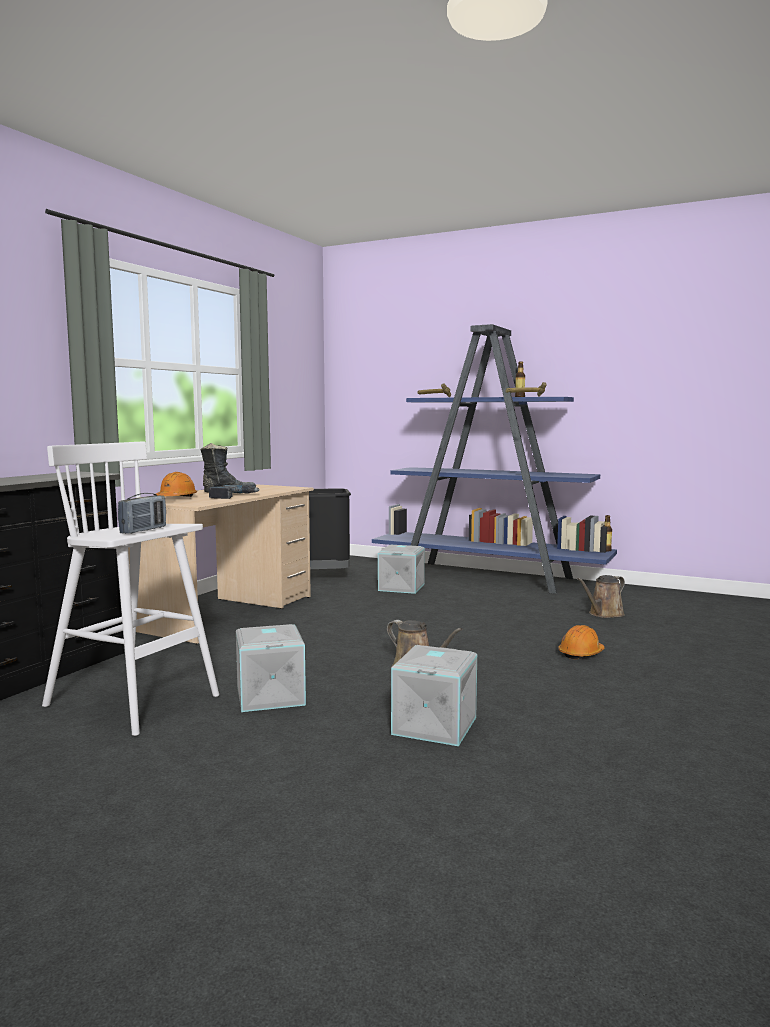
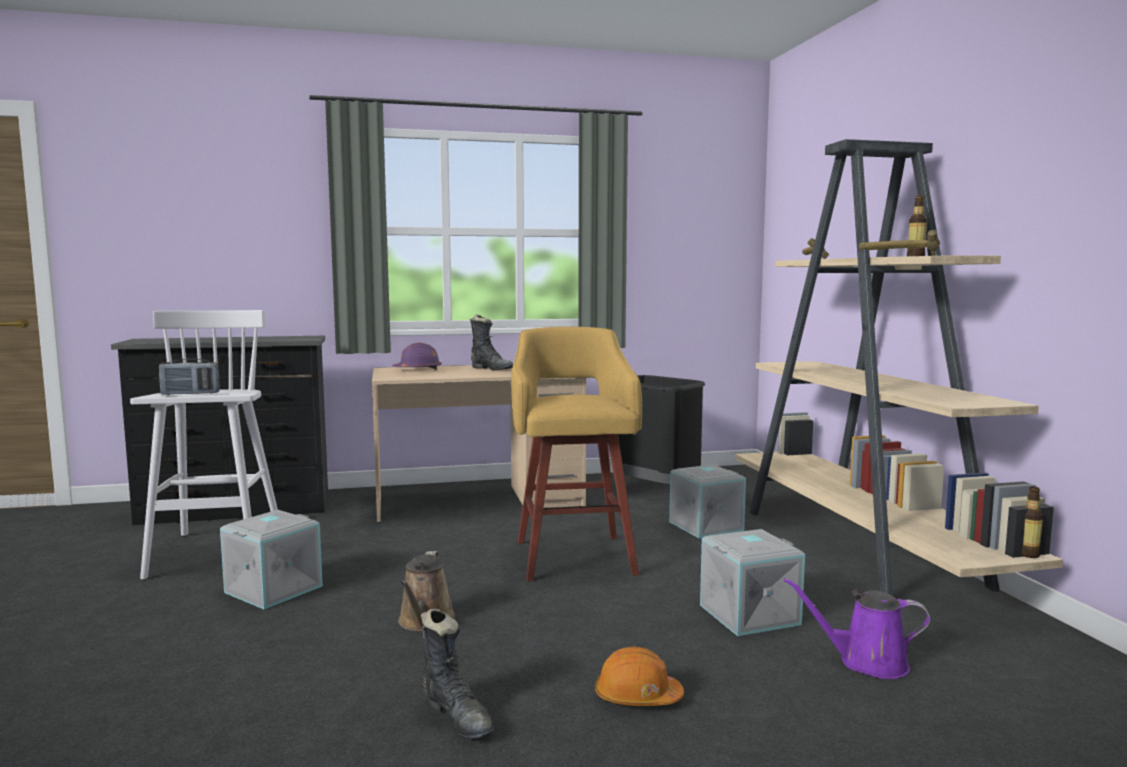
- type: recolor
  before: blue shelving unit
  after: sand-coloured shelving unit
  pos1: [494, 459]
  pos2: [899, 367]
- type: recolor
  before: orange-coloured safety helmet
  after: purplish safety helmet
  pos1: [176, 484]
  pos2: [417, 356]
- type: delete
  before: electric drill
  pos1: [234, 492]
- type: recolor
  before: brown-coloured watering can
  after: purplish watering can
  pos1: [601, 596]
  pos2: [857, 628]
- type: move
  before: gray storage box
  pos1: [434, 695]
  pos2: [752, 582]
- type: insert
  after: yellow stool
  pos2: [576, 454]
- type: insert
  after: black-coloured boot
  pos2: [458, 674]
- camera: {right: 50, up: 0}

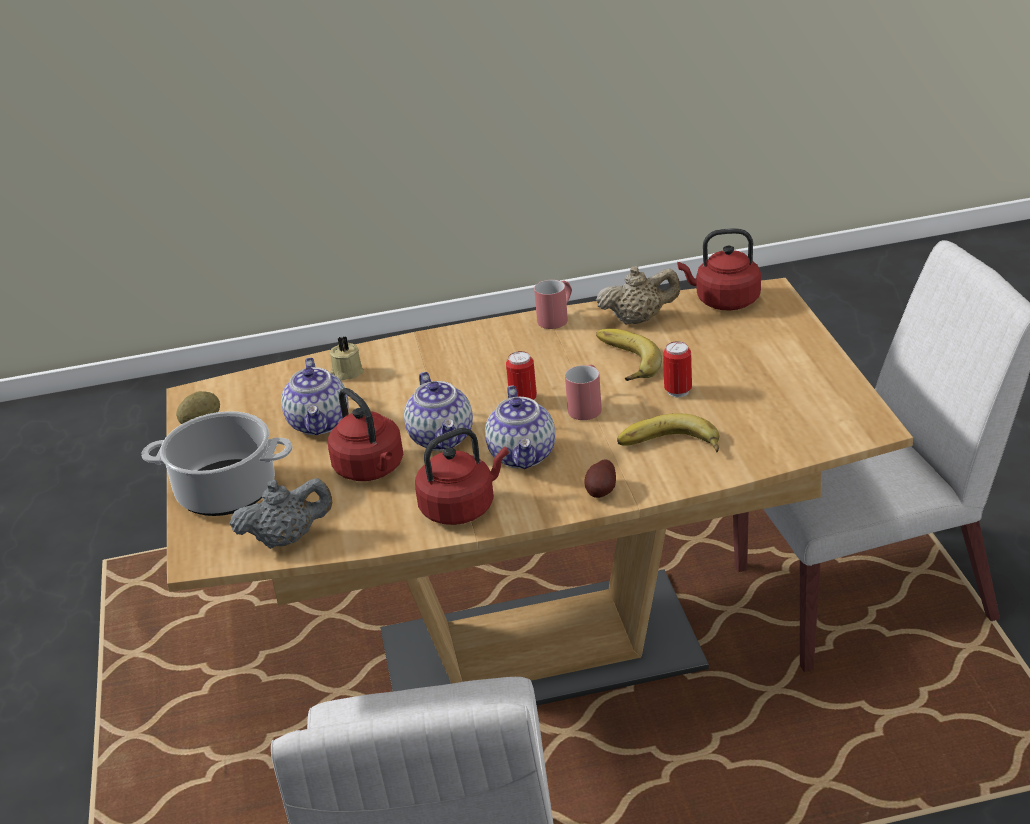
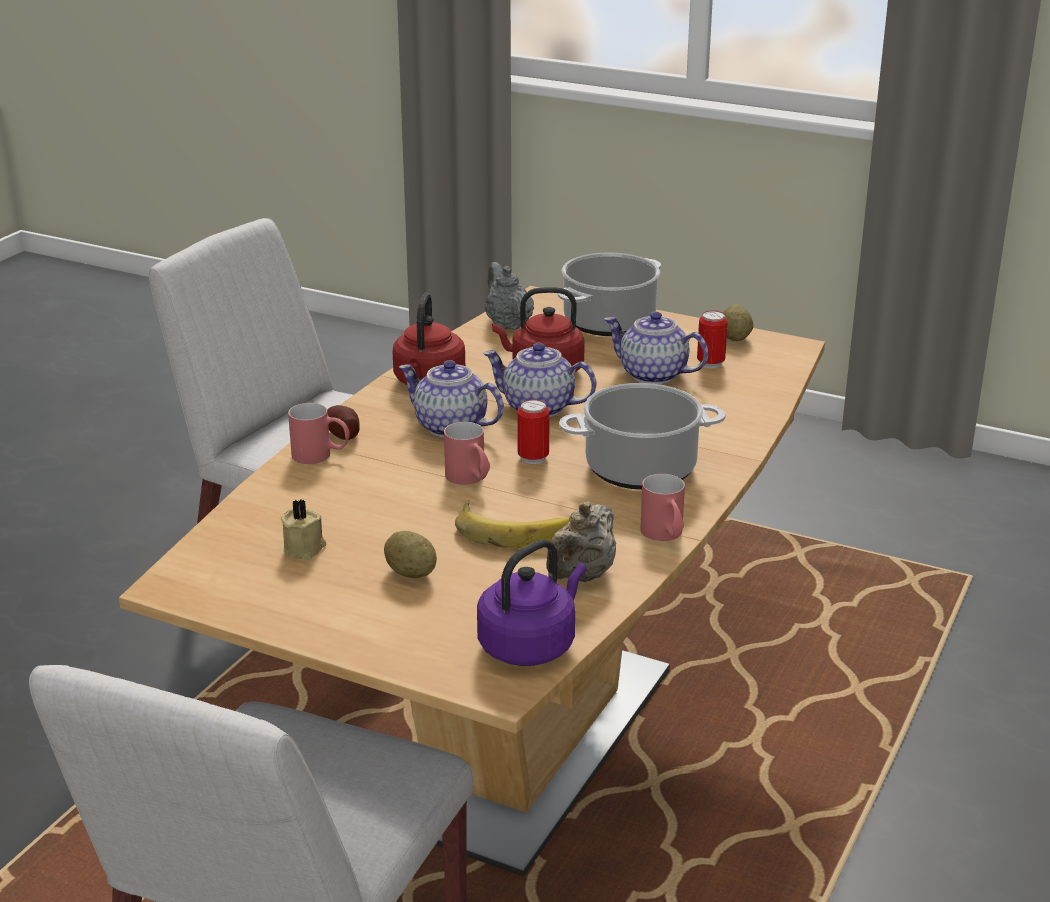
- type: recolor
  before: red tea kettle
  after: purplish tea kettle
  pos1: [719, 269]
  pos2: [532, 602]
- type: move
  before: sand-coloured wax light
  pos1: [347, 358]
  pos2: [304, 530]
- type: move
  before: can
  pos1: [677, 369]
  pos2: [712, 339]
- type: delete
  before: banana
  pos1: [668, 432]
- type: rotate
  before: gray teapot
  pos1: [280, 513]
  pos2: [509, 296]
  turn: 135
- type: insert
  after: cooking pot
  pos2: [642, 436]
- type: insert
  after: red tea mug
  pos2: [319, 433]
- type: insert
  after: spud
  pos2: [410, 554]
- camera: {right: 125, up: -5}

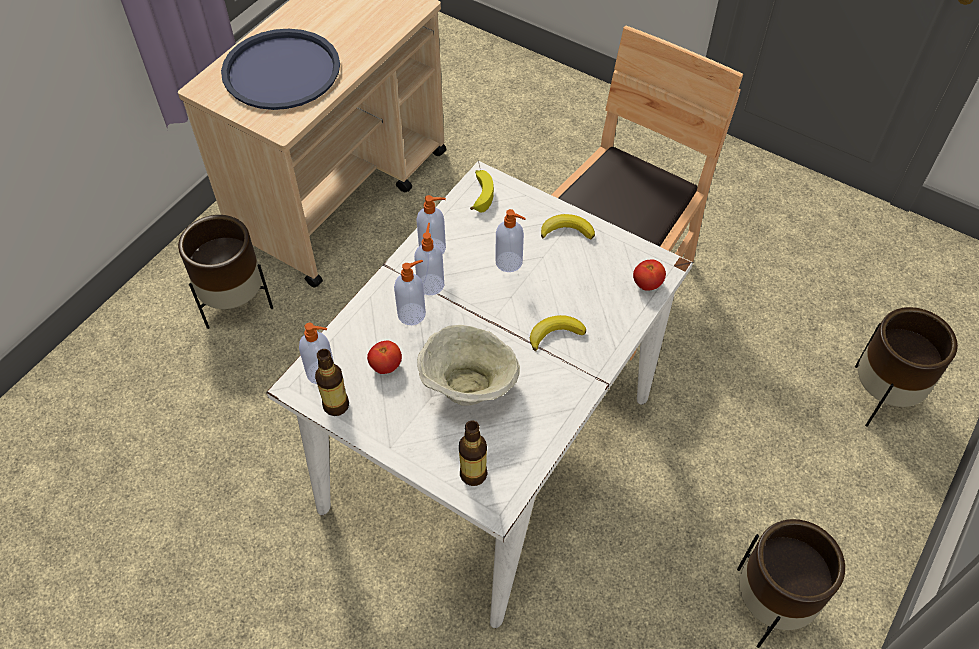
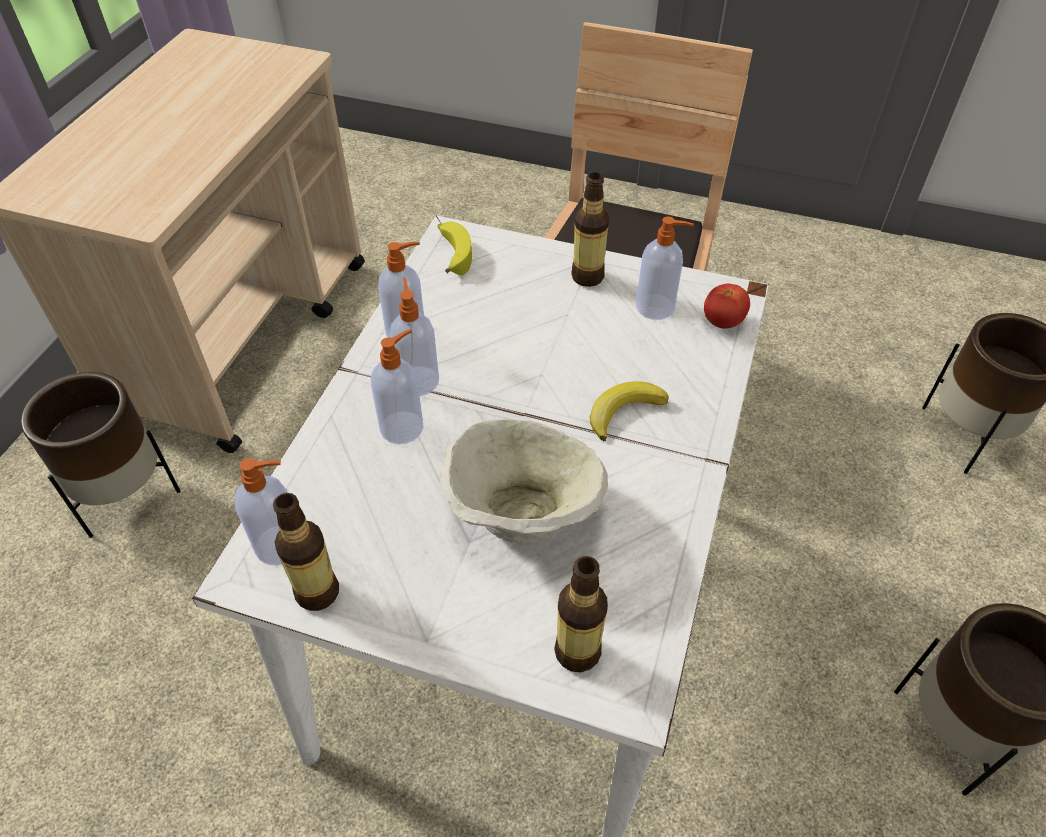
- type: delete
  before: blue serving tray
  pos1: [280, 69]
- type: move
  before: soap dispenser
  pos1: [511, 240]
  pos2: [665, 268]
- type: replace
  before: banana
  after: bottle
  pos1: [568, 227]
  pos2: [590, 229]
- type: delete
  before: fresh tomato
  pos1: [384, 357]
- camera: {right: -15, up: -5}

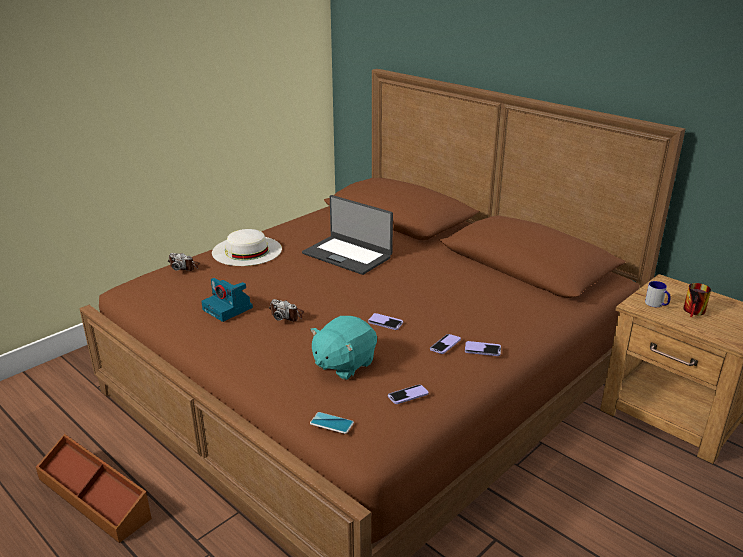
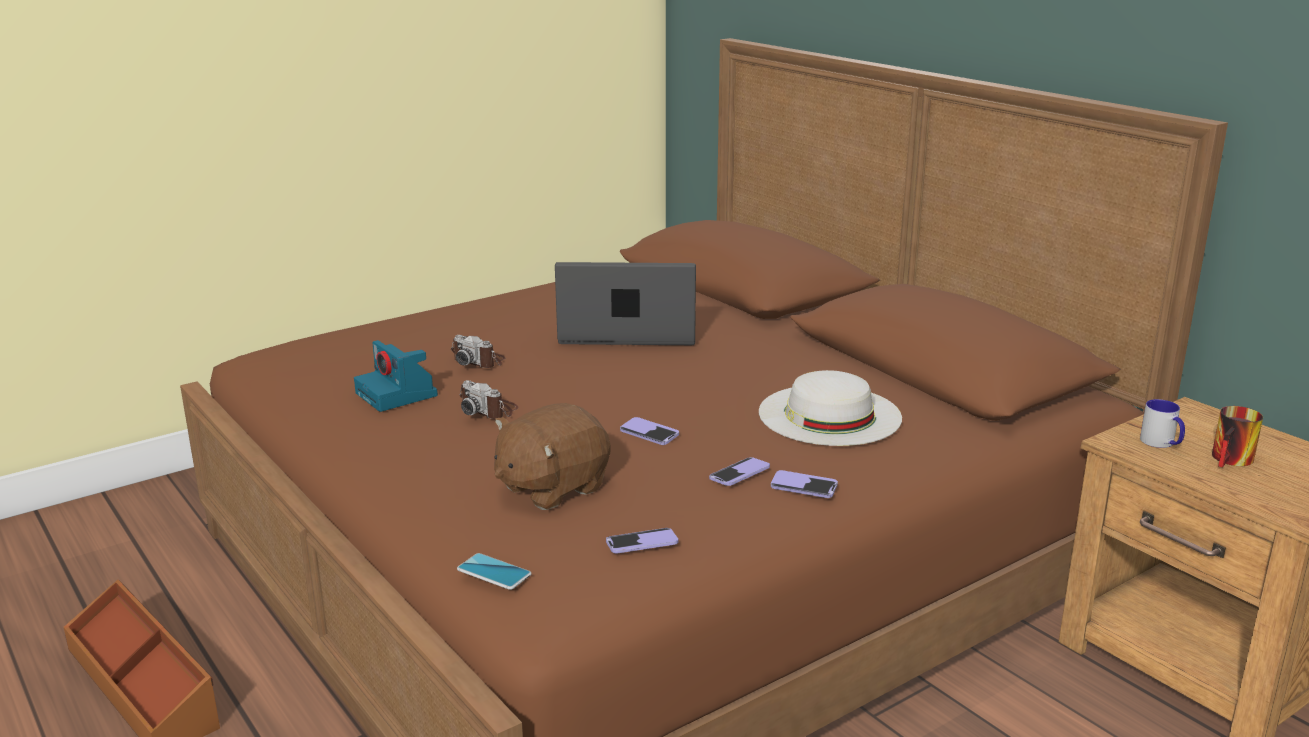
- type: rotate
  before: portable computer
  pos1: [347, 235]
  pos2: [625, 303]
  turn: 135
- type: move
  before: whitish wearable hat
  pos1: [247, 247]
  pos2: [830, 408]
- type: move
  before: photo camera
  pos1: [184, 262]
  pos2: [478, 351]
- type: recolor
  before: blue-green plush toy
  after: brown-coloured plush toy
  pos1: [343, 348]
  pos2: [552, 456]
- camera: {right: 10, up: -5}

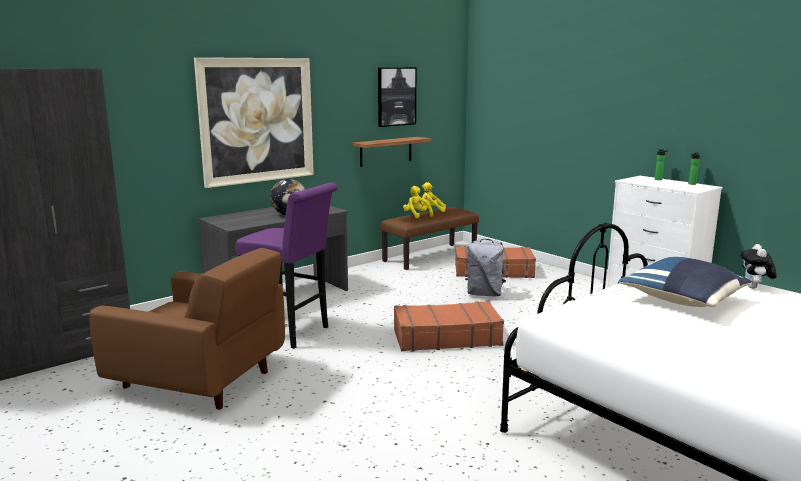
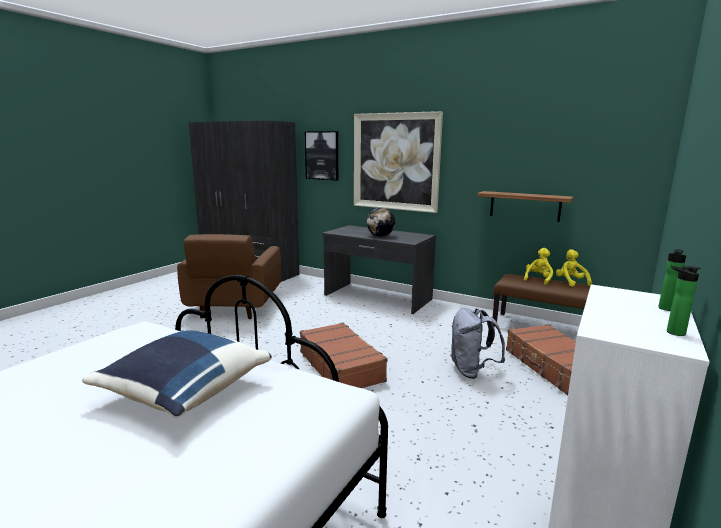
- type: move
  before: wall art
  pos1: [397, 97]
  pos2: [321, 155]
- type: delete
  before: purplish stool
  pos1: [287, 266]
- type: delete
  before: plush toy
  pos1: [759, 266]
- camera: {right: 70, up: 0}

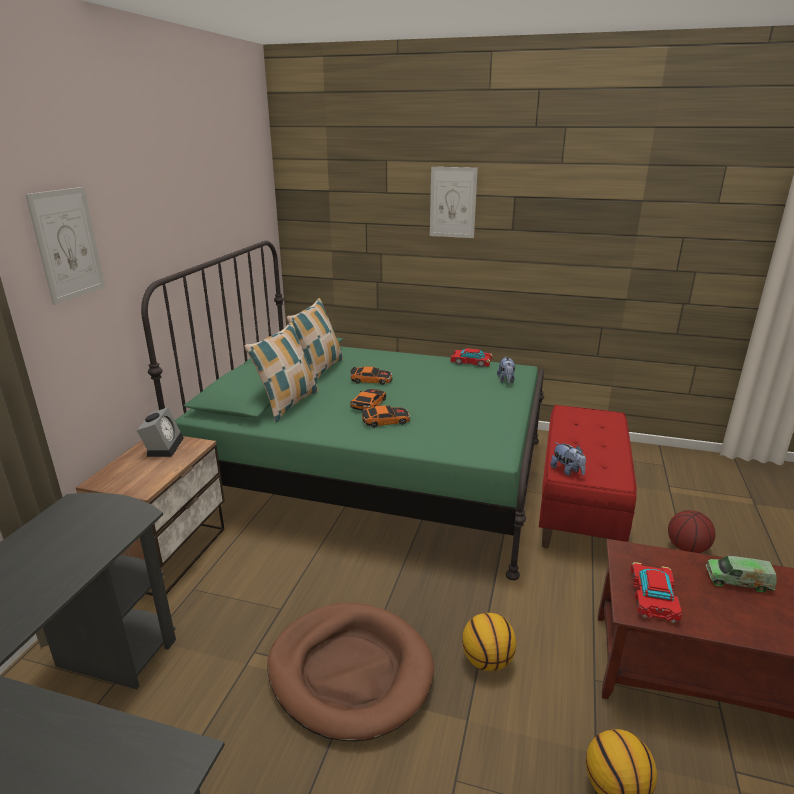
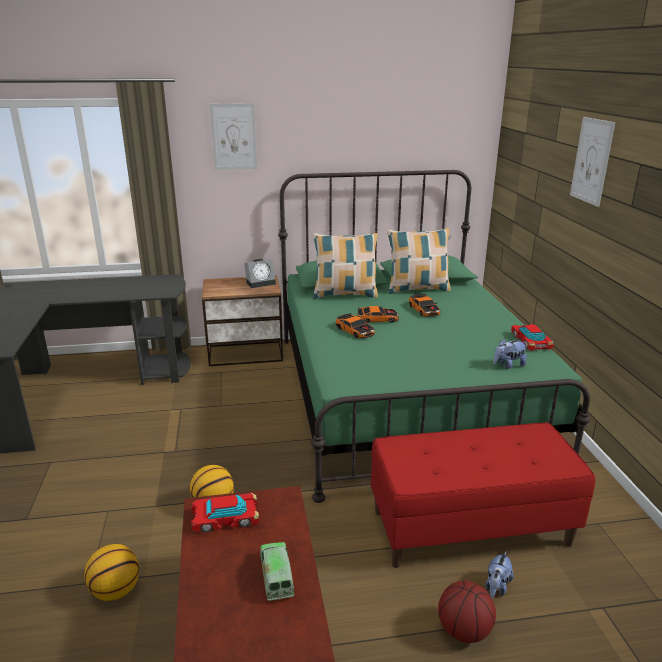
- type: move
  before: plush toy
  pos1: [568, 459]
  pos2: [499, 575]
- type: delete
  before: brown-coloured pet bed
  pos1: [350, 672]
- camera: {right: 65, up: 0}

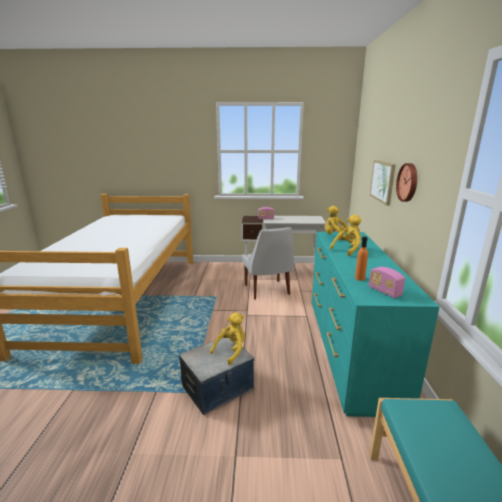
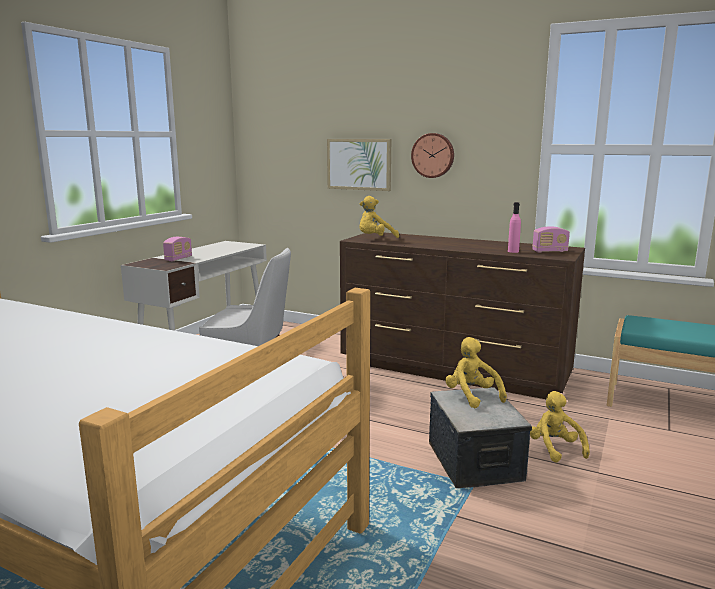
- type: move
  before: yellow plush toy
  pos1: [346, 235]
  pos2: [560, 427]
- type: recolor
  before: blue-green chest of drawers
  after: brown-coloured chest of drawers
  pos1: [375, 324]
  pos2: [462, 315]
- type: recolor
  before: orange-coloured bottle
  after: pink bottle
  pos1: [361, 258]
  pos2: [514, 227]
- camera: {right: -65, up: -5}

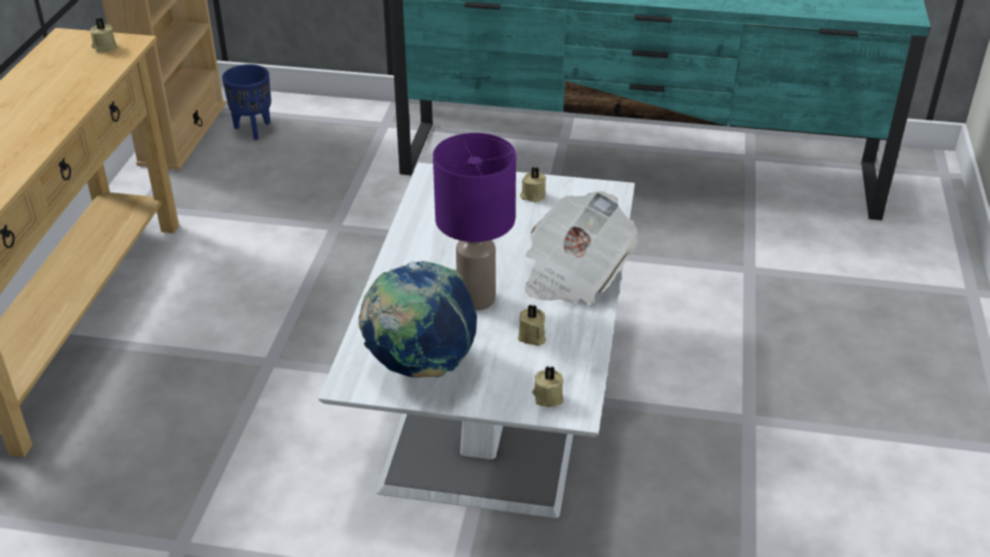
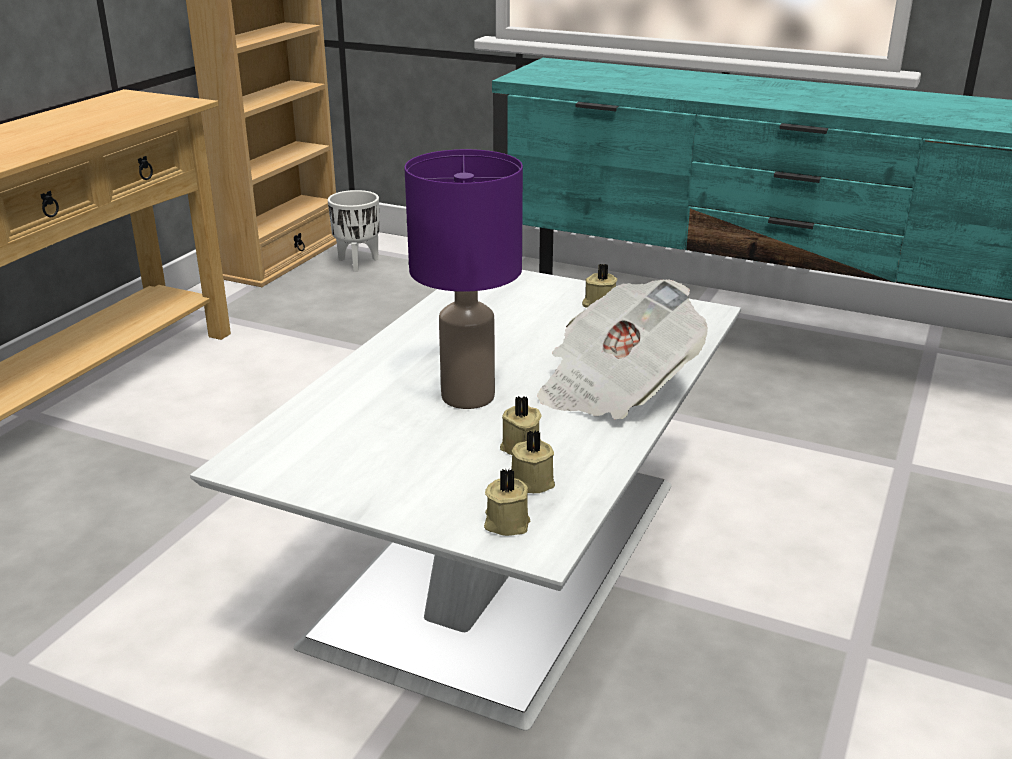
- type: move
  before: sand-coloured wax light
  pos1: [103, 34]
  pos2: [533, 461]
- type: recolor
  before: blue planter
  after: whitish planter
  pos1: [246, 102]
  pos2: [353, 230]
- type: delete
  before: desk globe
  pos1: [417, 319]
- camera: {right: 15, up: -10}

